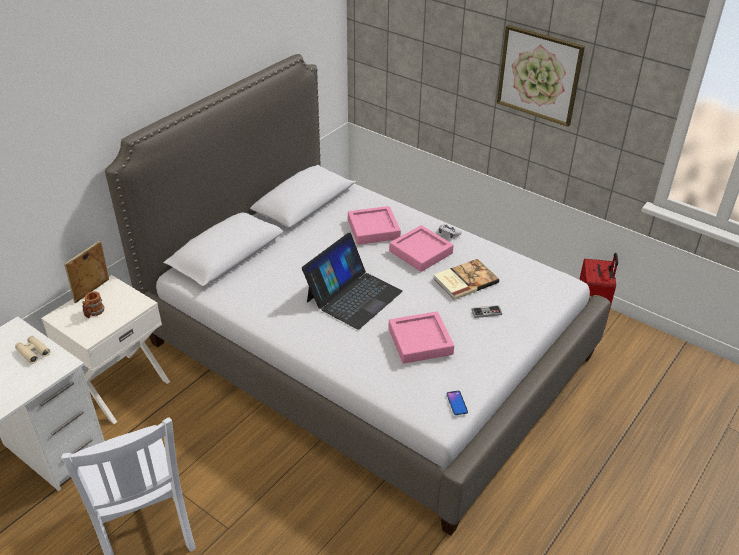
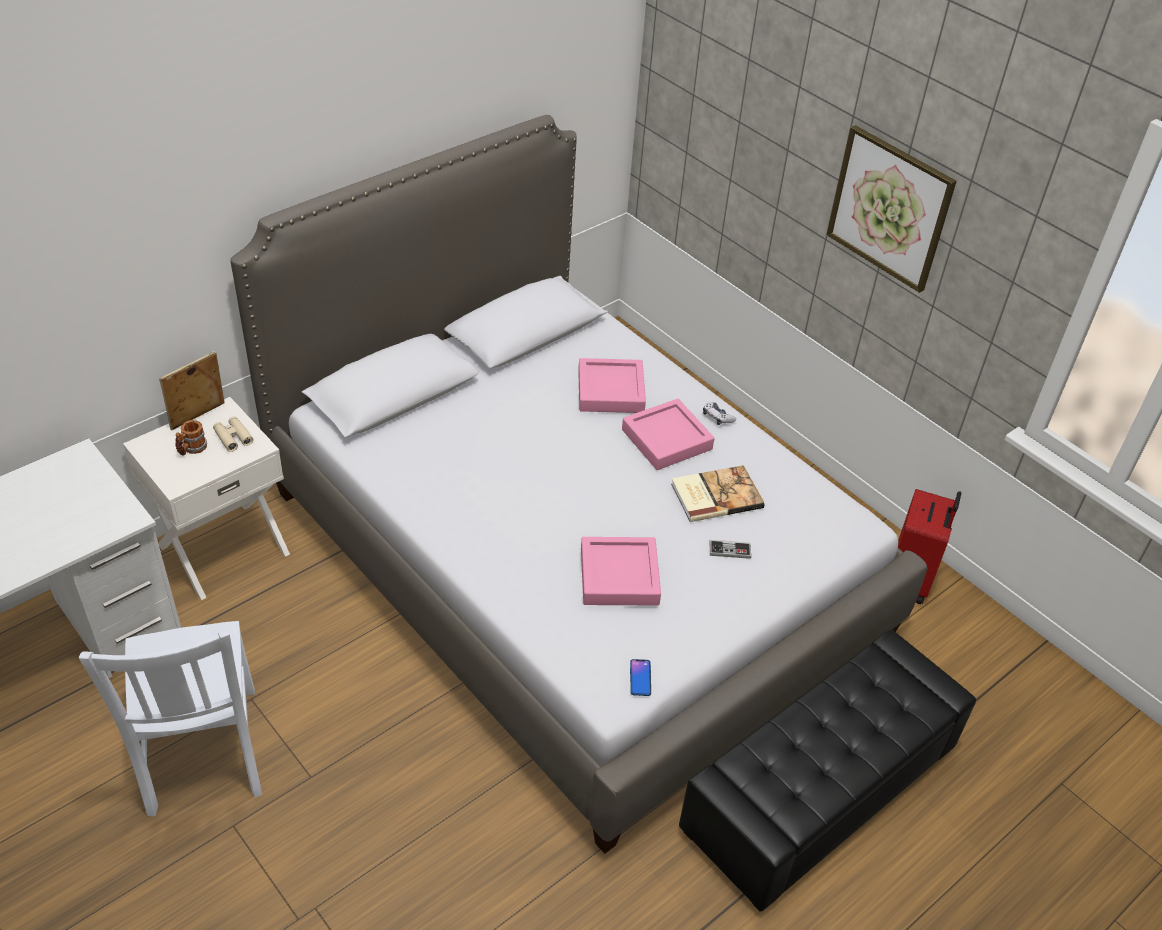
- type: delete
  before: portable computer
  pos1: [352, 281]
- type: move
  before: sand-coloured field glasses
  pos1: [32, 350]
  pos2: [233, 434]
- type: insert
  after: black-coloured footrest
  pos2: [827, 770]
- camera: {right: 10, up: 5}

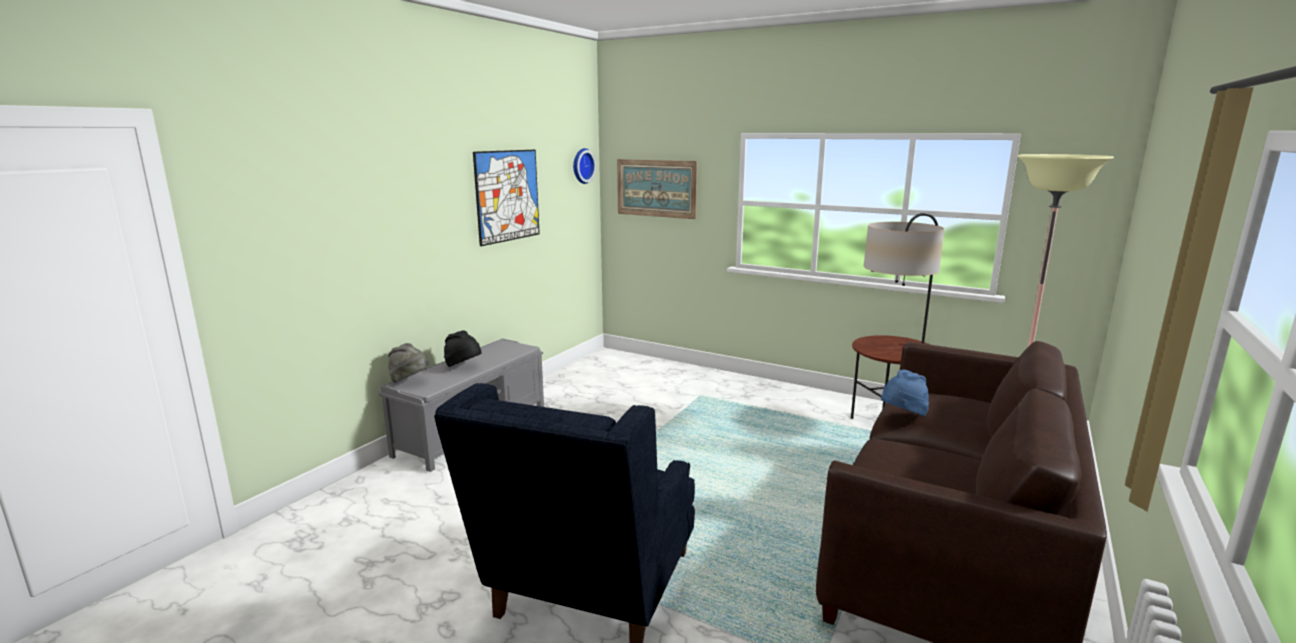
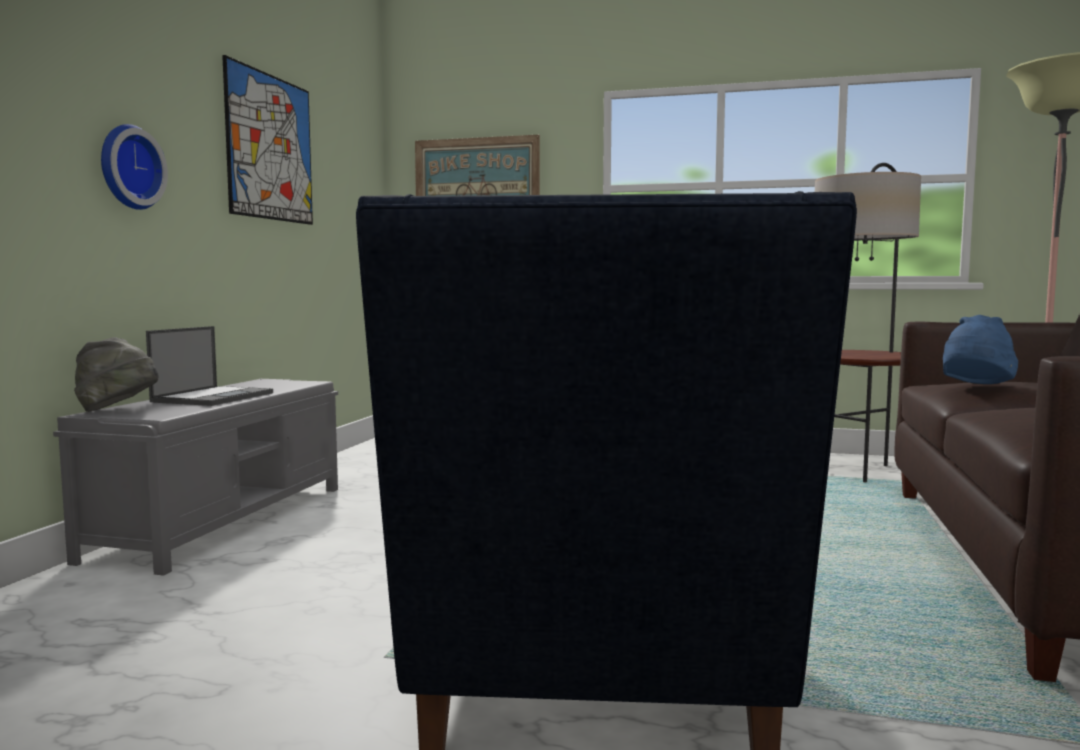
- type: move
  before: hanging clock
  pos1: [584, 166]
  pos2: [134, 167]
- type: replace
  before: black-coloured wearable hat
  after: portable computer
  pos1: [462, 348]
  pos2: [209, 366]
- camera: {right: -15, up: -10}

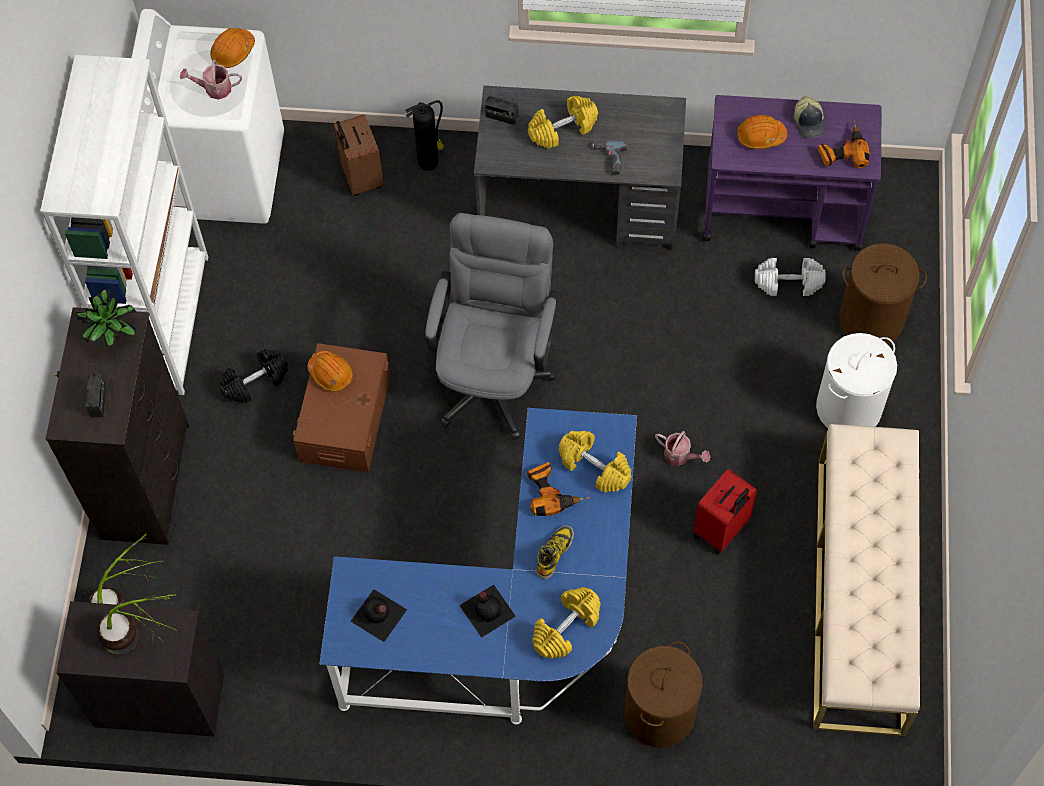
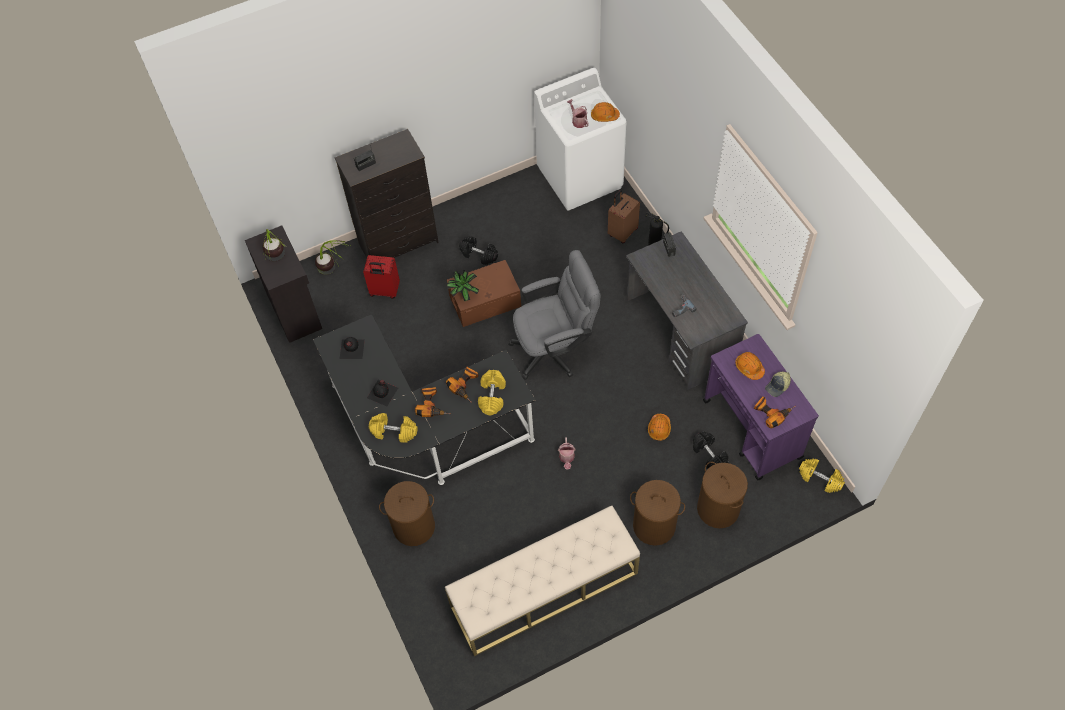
- type: delete
  before: whitish shelving unit
  pos1: [124, 225]
- type: move
  before: yellow free weight
  pos1: [563, 122]
  pos2: [822, 475]
- type: recolor
  before: whitish free weight
  after: black-coloured free weight
  pos1: [790, 277]
  pos2: [710, 450]
- type: move
  before: potted plant
  pos1: [106, 318]
  pos2: [463, 285]
- type: recolor
  before: whitish hamper
  after: brown-coloured hamper
  pos1: [856, 380]
  pos2: [657, 513]
- type: move
  before: orange-coloured safety helmet
  pos1: [330, 371]
  pos2: [659, 427]
- type: recolor
  before: blue desk table
  after: black-coloured desk table
  pos1: [478, 566]
  pos2: [424, 399]
- type: move
  before: red suitcase
  pos1: [725, 512]
  pos2: [381, 277]
- type: replace
  before: boot
  after: electric drill
  pos1: [555, 552]
  pos2: [433, 402]
- camera: {right: 60, up: -5}

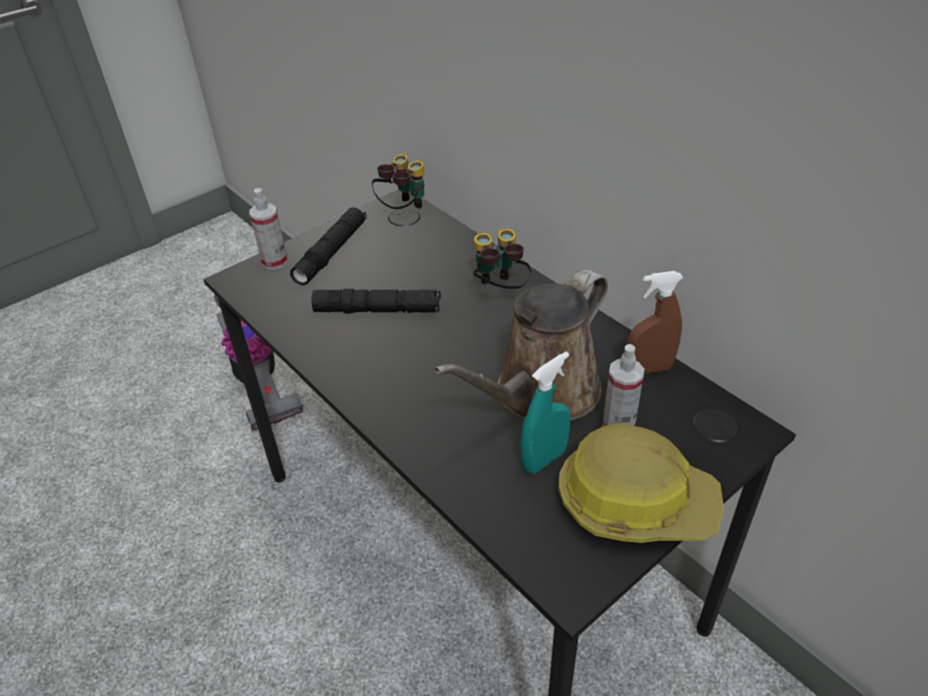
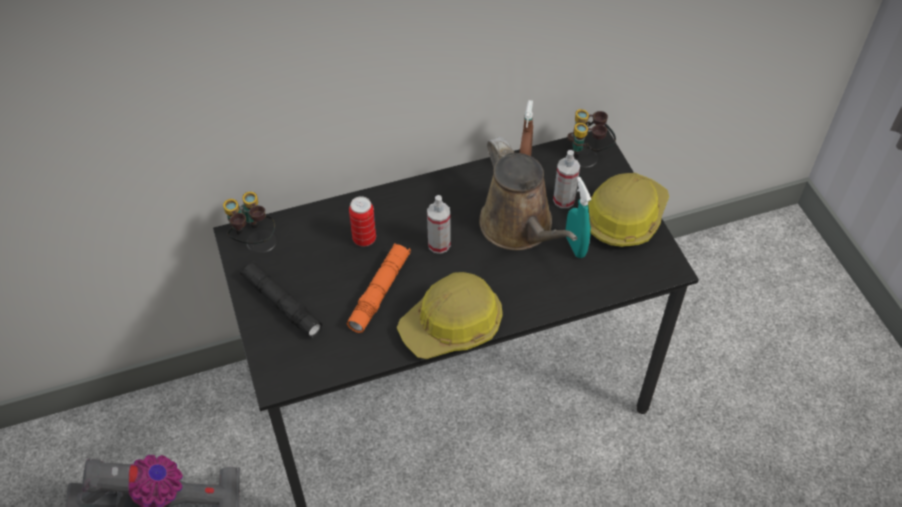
- type: move
  before: sprayer
  pos1: [269, 228]
  pos2: [438, 224]
- type: move
  before: field glasses
  pos1: [502, 259]
  pos2: [591, 133]
- type: recolor
  before: black-coloured hand torch
  after: orange-coloured hand torch
  pos1: [376, 301]
  pos2: [379, 288]
- type: insert
  after: can
  pos2: [362, 221]
- type: insert
  after: safety helmet
  pos2: [450, 315]
- camera: {right: -70, up: 10}

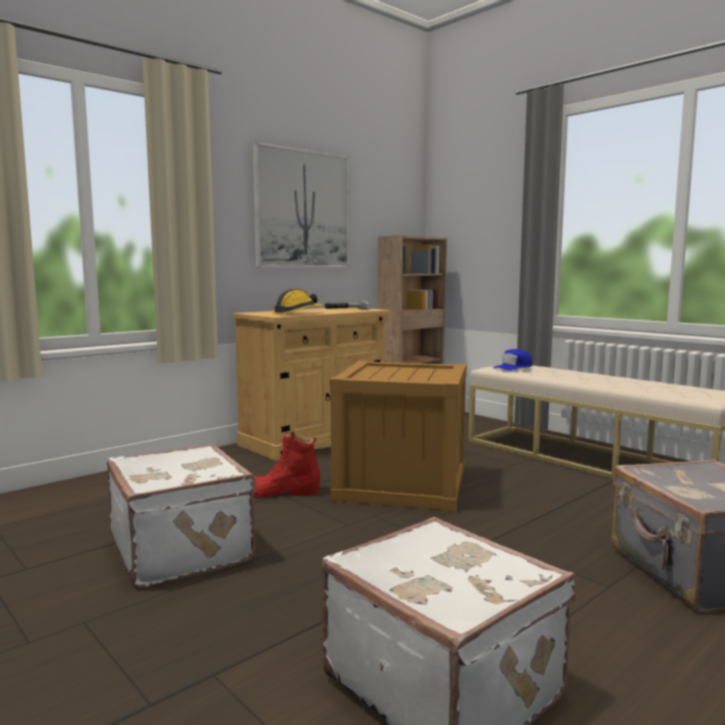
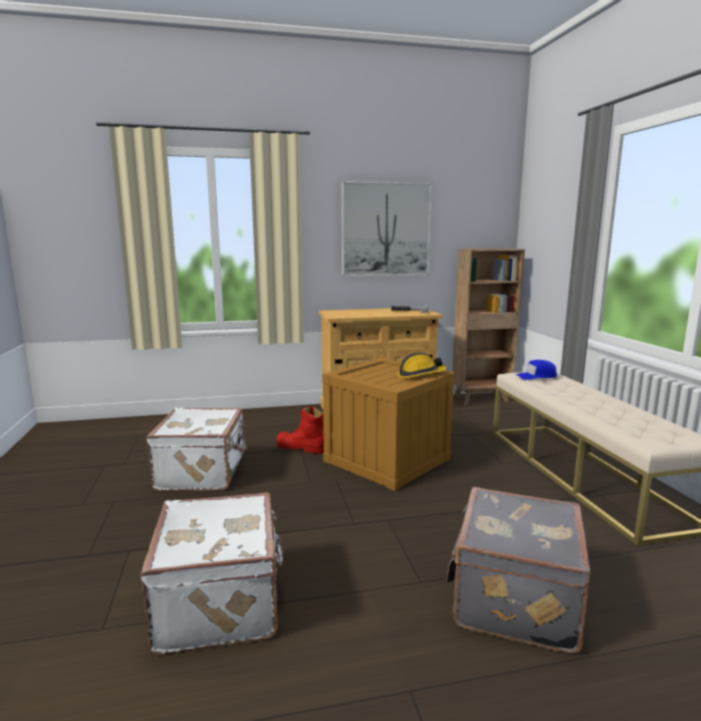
- type: move
  before: safety helmet
  pos1: [297, 302]
  pos2: [421, 365]
- camera: {right: 30, up: 5}

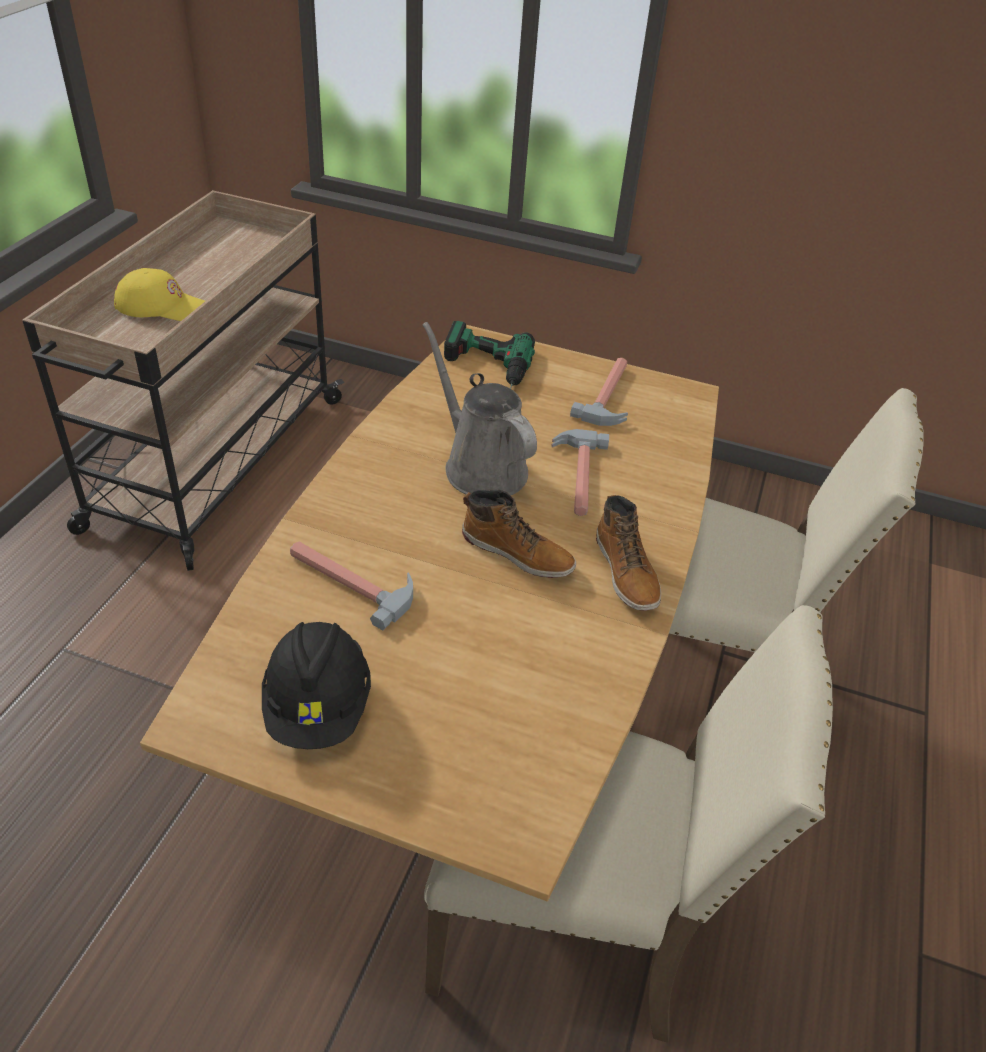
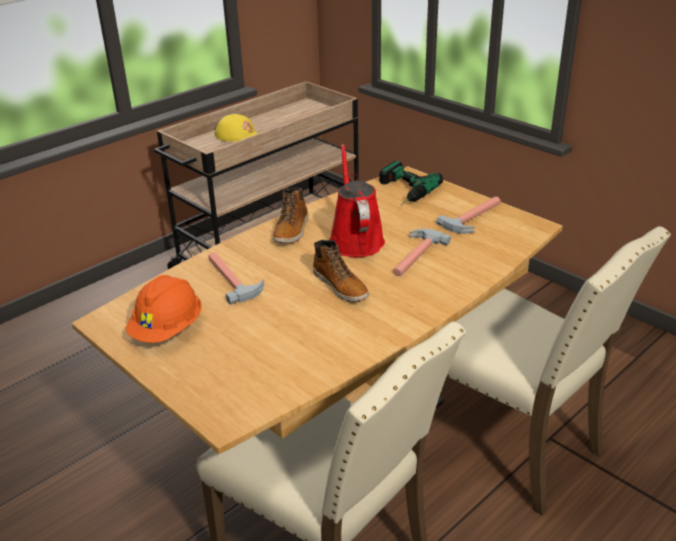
- type: recolor
  before: gray watering can
  after: red watering can
  pos1: [480, 408]
  pos2: [357, 200]
- type: move
  before: boot
  pos1: [628, 553]
  pos2: [290, 215]
- type: recolor
  before: black-coloured safety helmet
  after: orange-coloured safety helmet
  pos1: [316, 685]
  pos2: [163, 309]
- camera: {right: 30, up: -10}

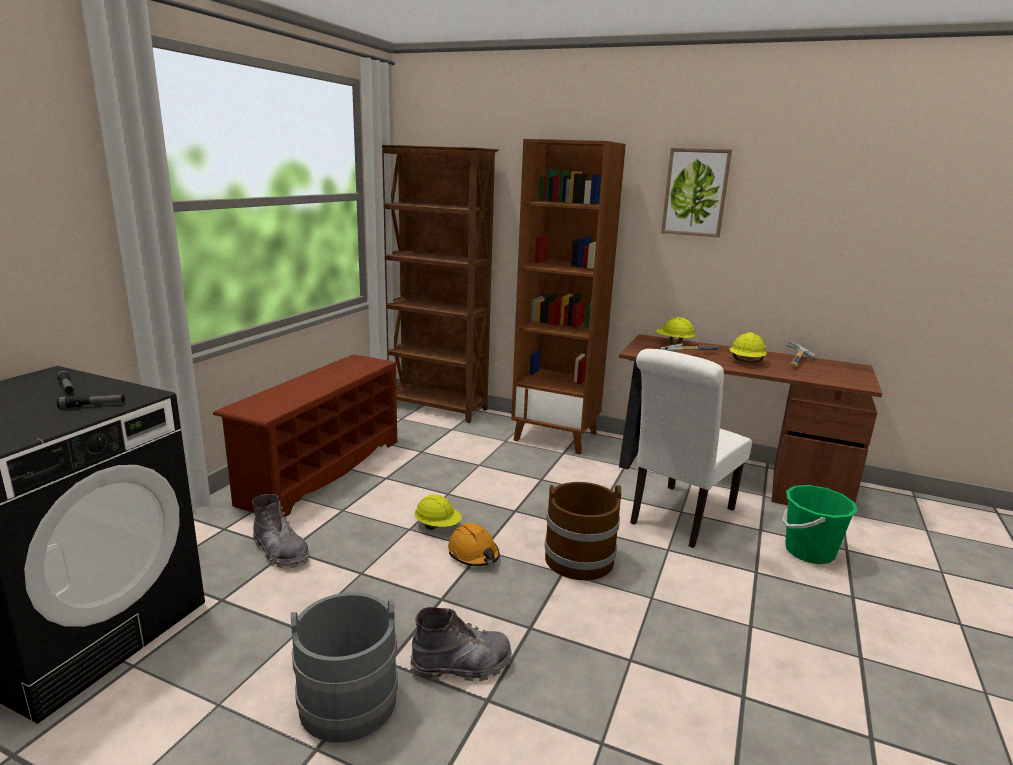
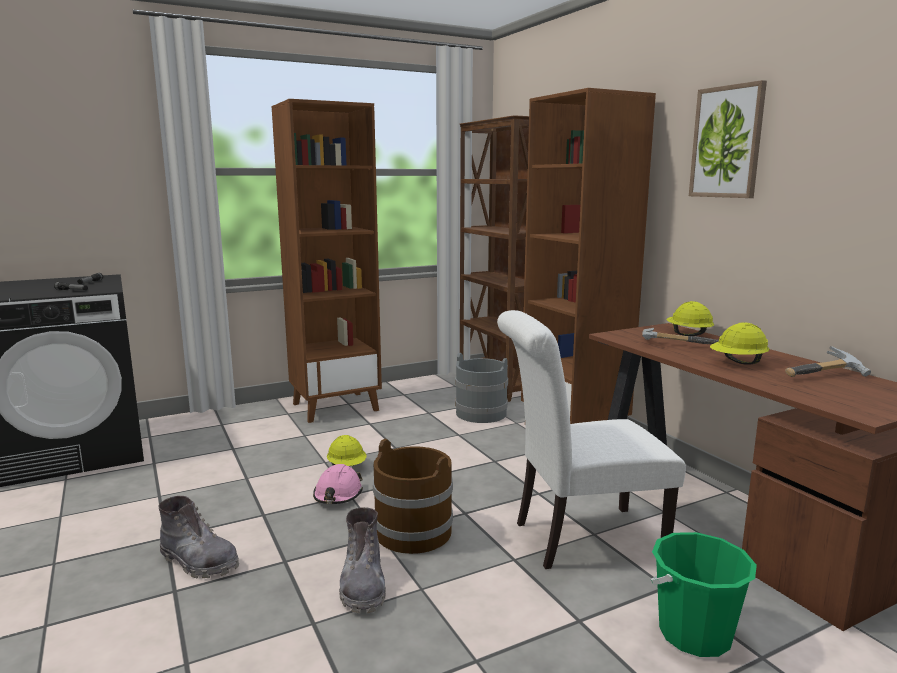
- type: replace
  before: brown-coloured shoe shelf
  after: brown-coloured shelving unit
  pos1: [305, 435]
  pos2: [327, 261]
- type: move
  before: gray boot
  pos1: [280, 531]
  pos2: [362, 560]
- type: recolor
  before: orange-coloured safety helmet
  after: pink safety helmet
  pos1: [474, 544]
  pos2: [338, 484]
- type: move
  before: gray water bucket
  pos1: [344, 667]
  pos2: [481, 388]
- camera: {right: 40, up: -5}

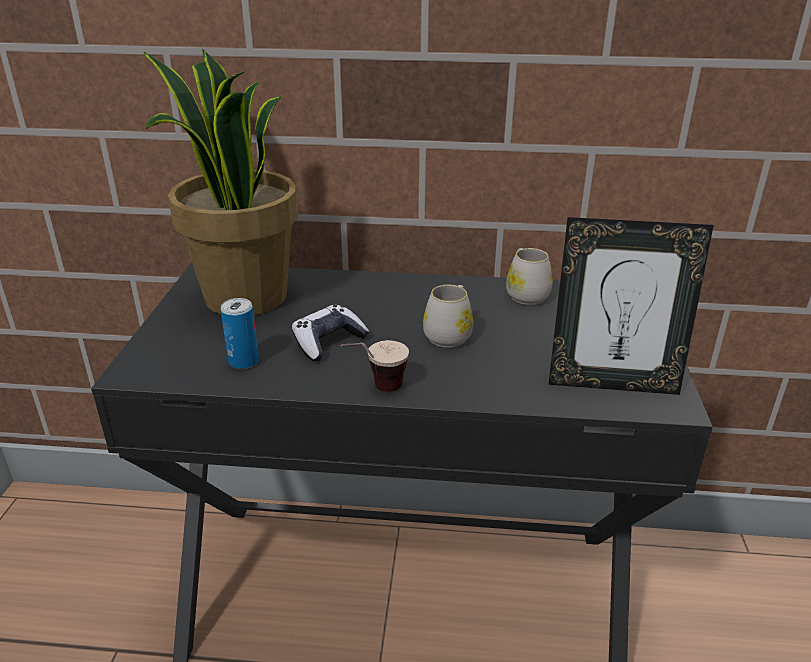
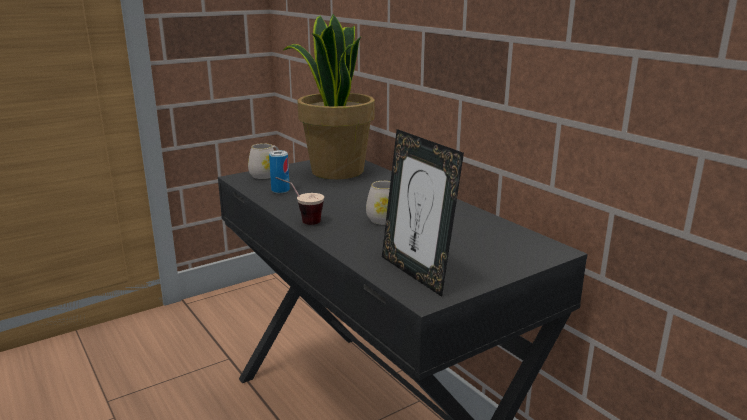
- type: move
  before: whitish tea mug
  pos1: [529, 276]
  pos2: [263, 161]
- type: delete
  before: joypad
  pos1: [330, 333]
- camera: {right: 50, up: -10}

